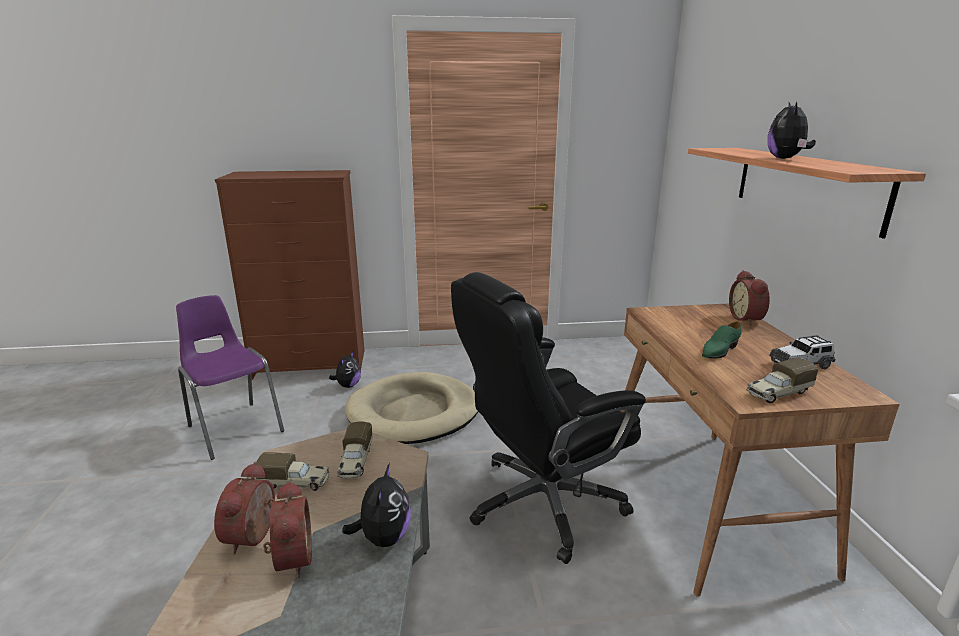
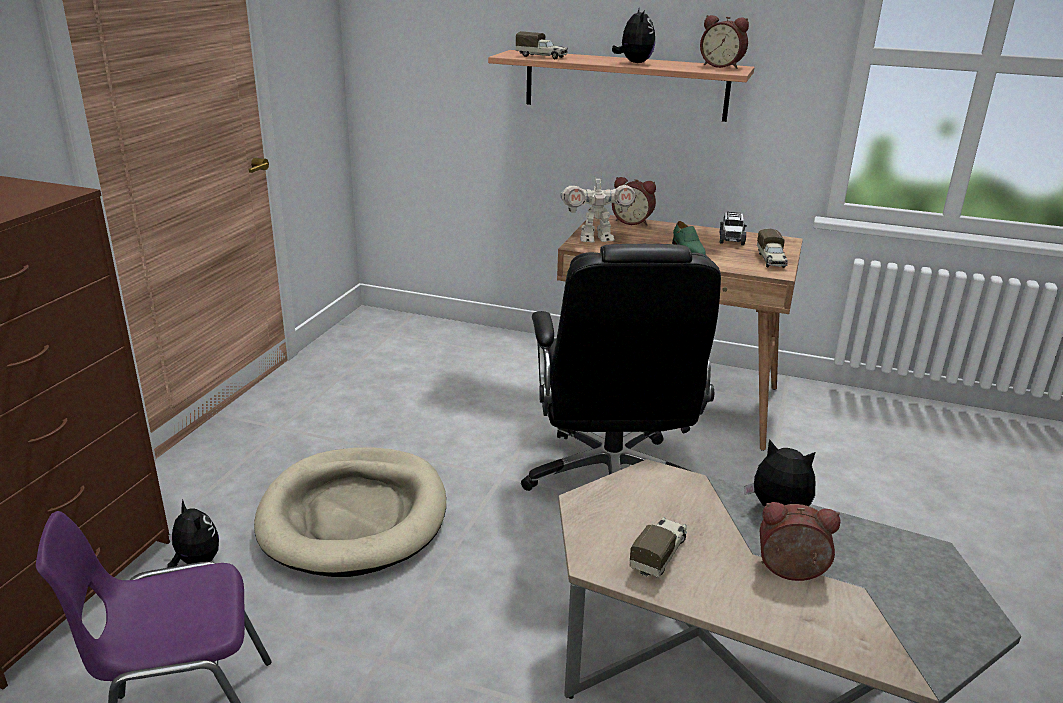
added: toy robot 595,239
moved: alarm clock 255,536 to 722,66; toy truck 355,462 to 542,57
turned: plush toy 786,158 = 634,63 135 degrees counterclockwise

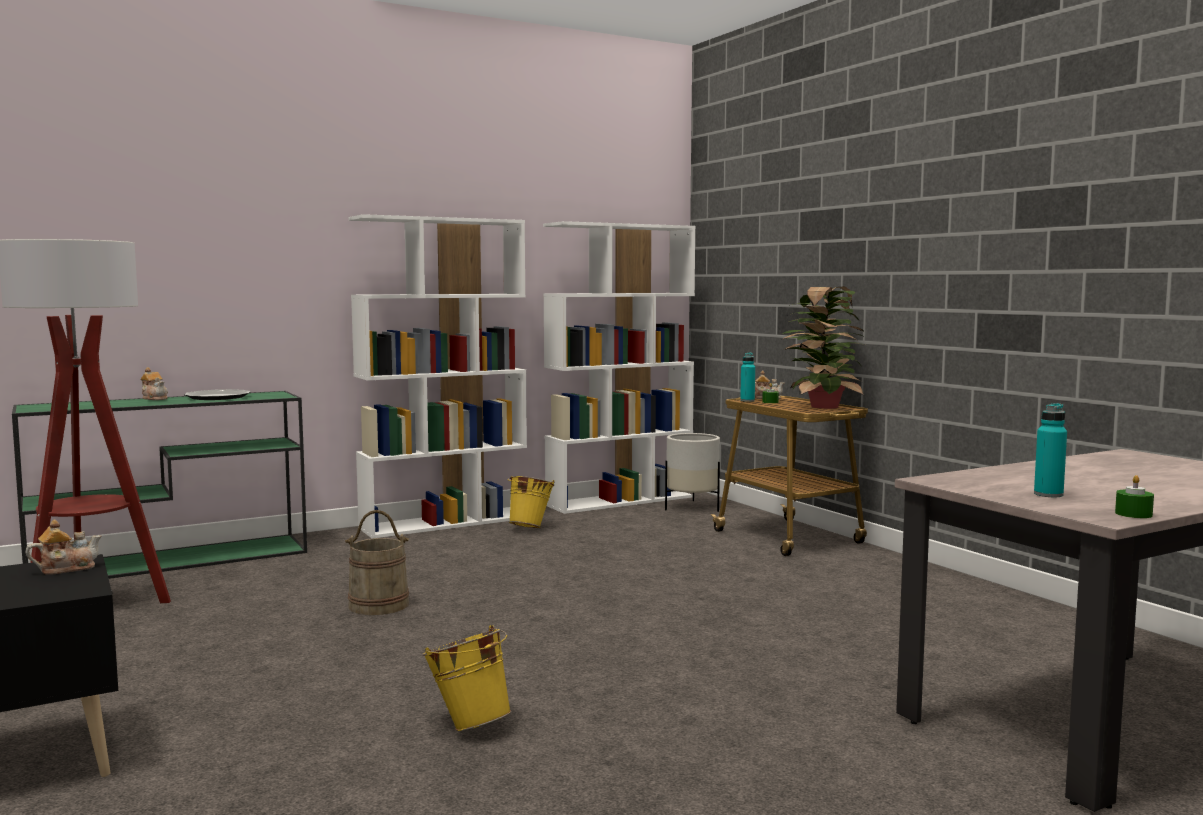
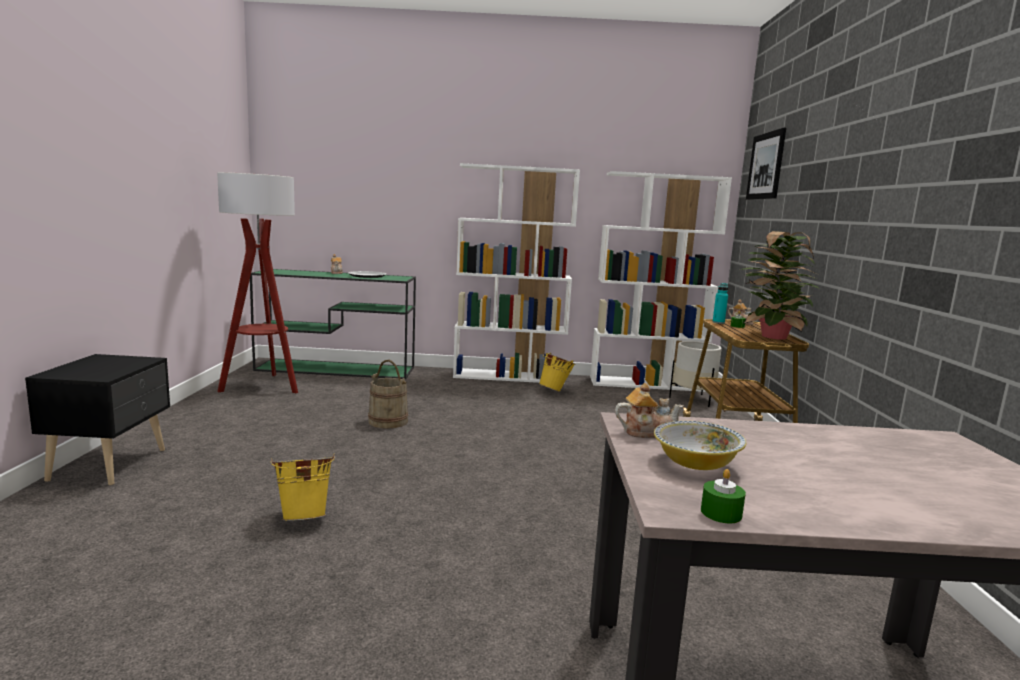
added: picture 765,166
moved: teapot 66,568 to 646,432
replaced: bottle (turquoise) 1048,494 to bowl 695,464

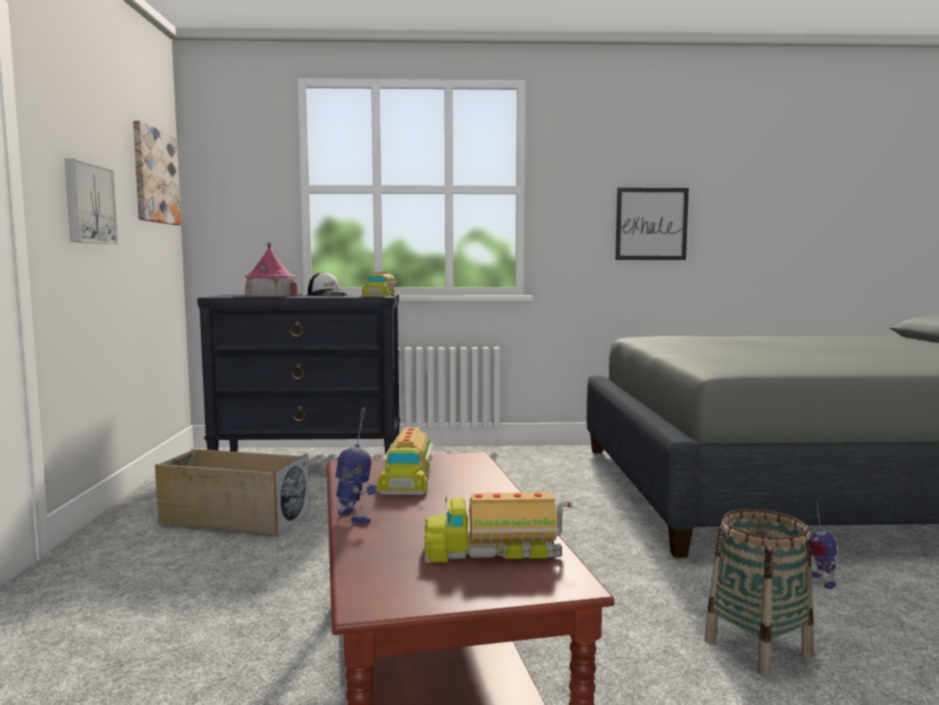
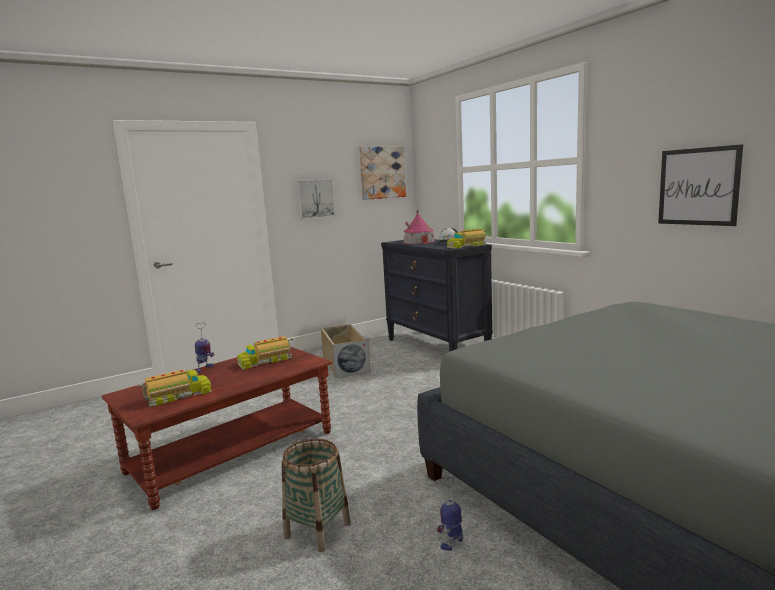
turned: toy truck 492,549 = 178,396 90 degrees clockwise

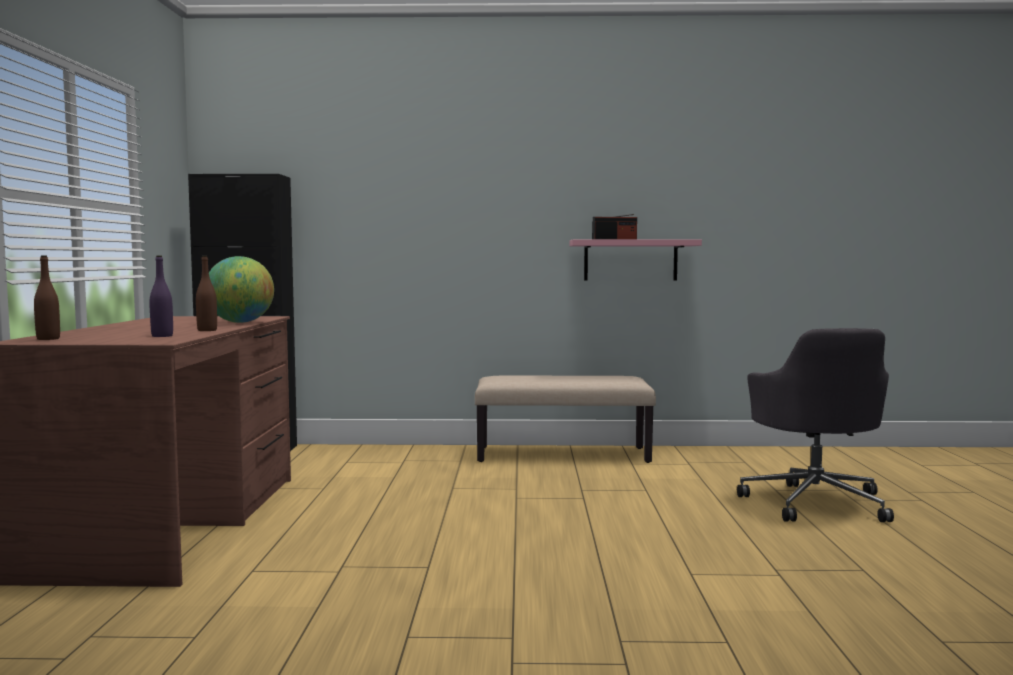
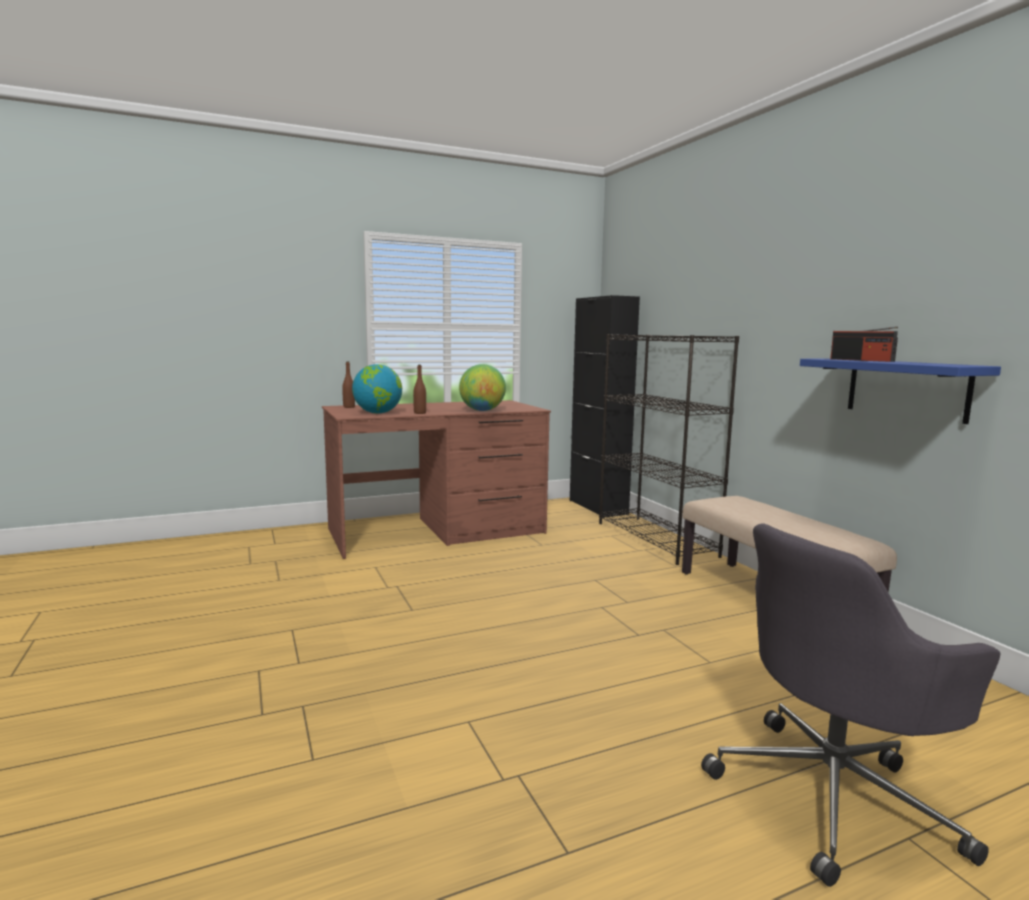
added: bookcase (black) 656,539
replaced: bottle (purple) 162,336 to globe 378,413
recoloured: shelf (pink) 630,260 to shelf (blue) 906,389

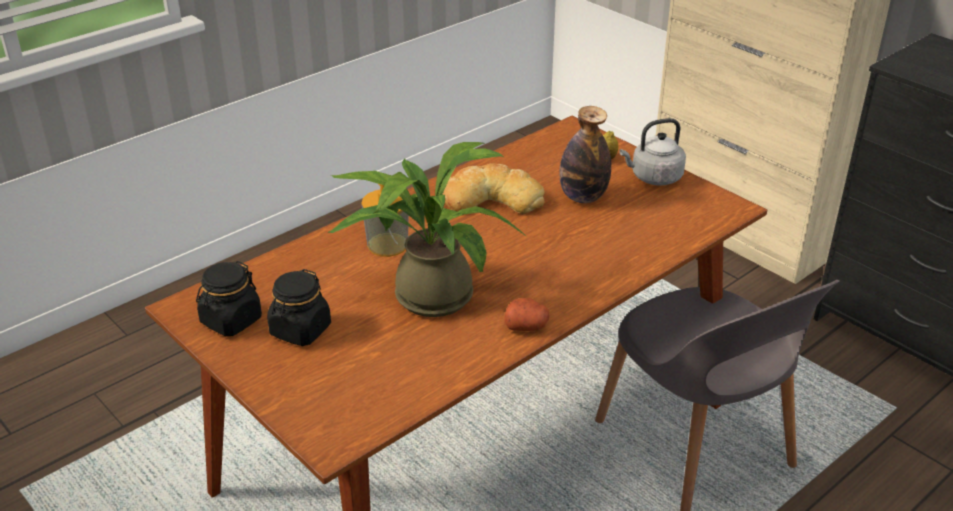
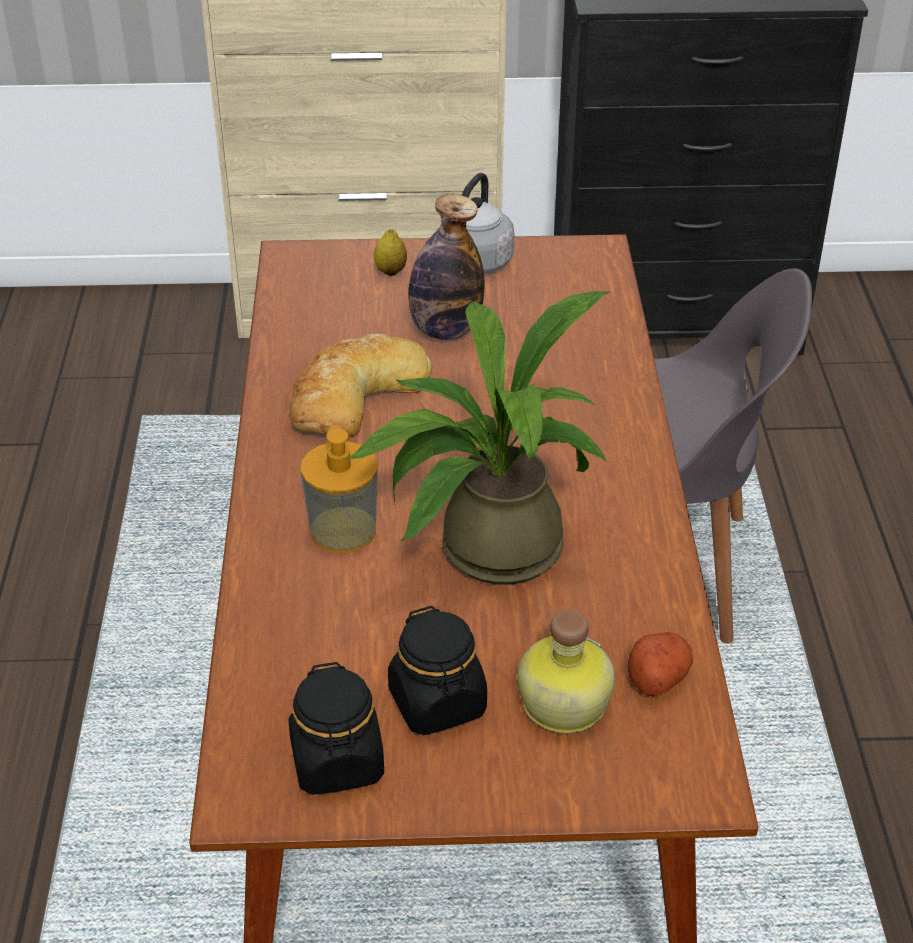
added: bottle 561,704
moved: potato 526,326 to 657,676

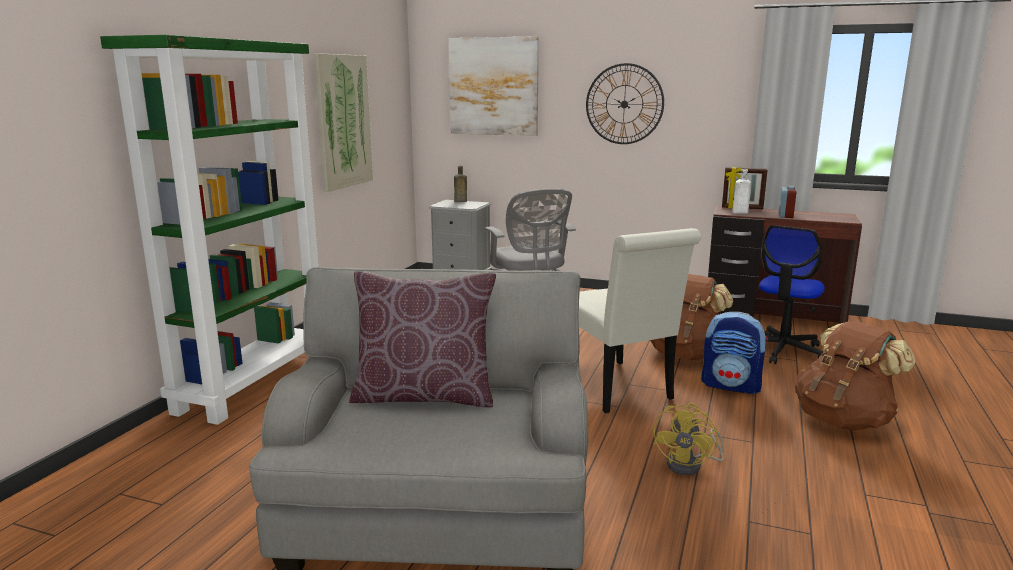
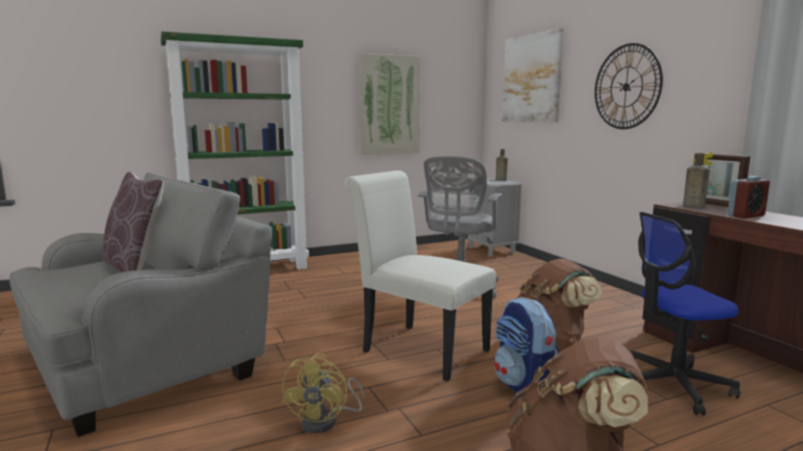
recoloured: bottle (white) 739,212 to bottle (brown) 692,206
turned: chair (white) 618,390 = 418,349 105 degrees clockwise; fan (yellow) 690,465 = 326,421 60 degrees counterclockwise

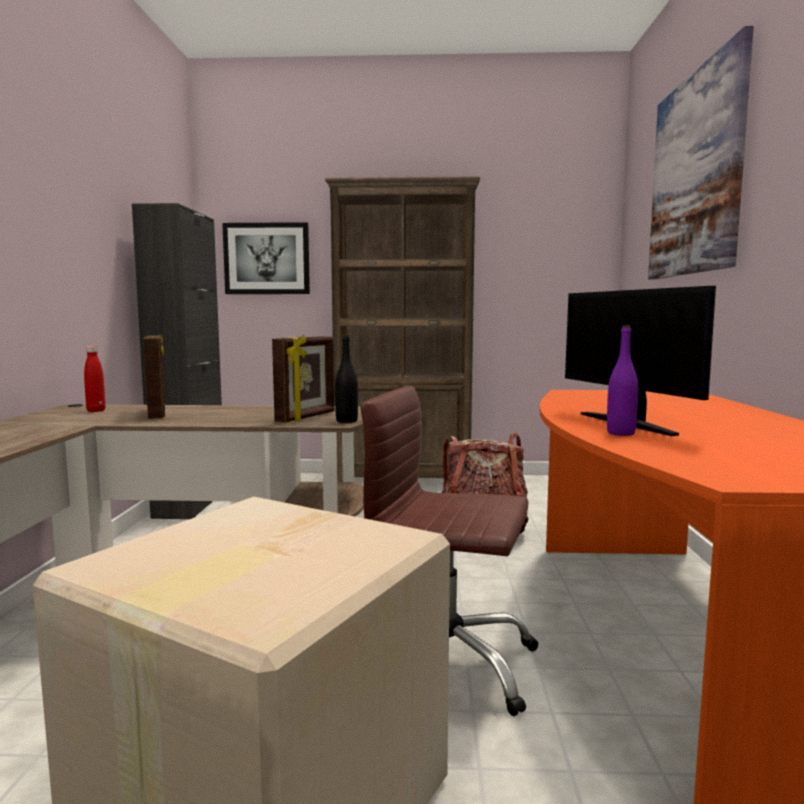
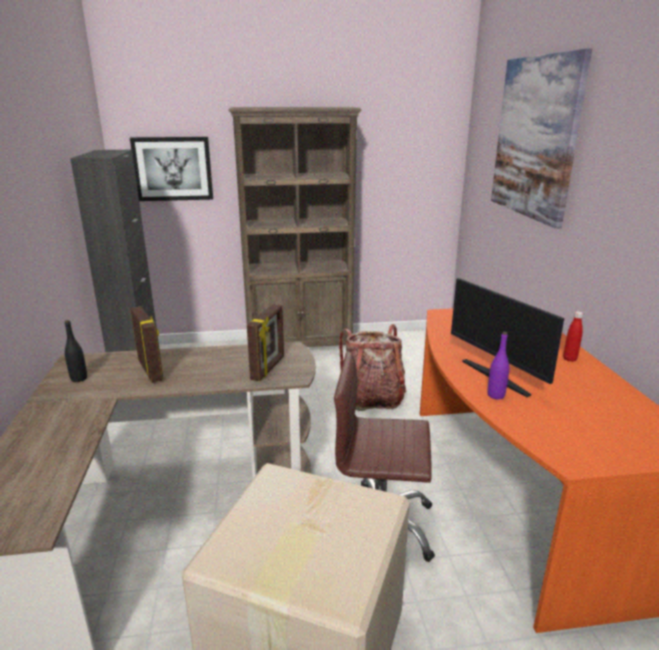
moved: bottle (red) 96,411 to 569,359; bottle (black) 346,421 to 79,378

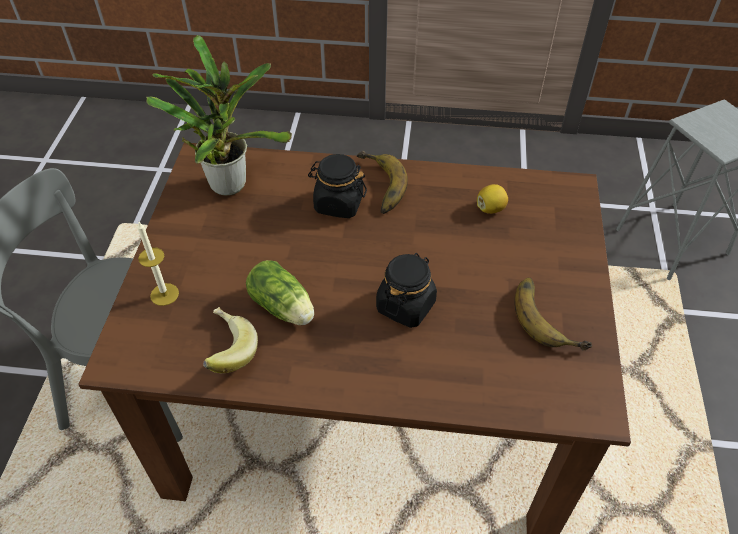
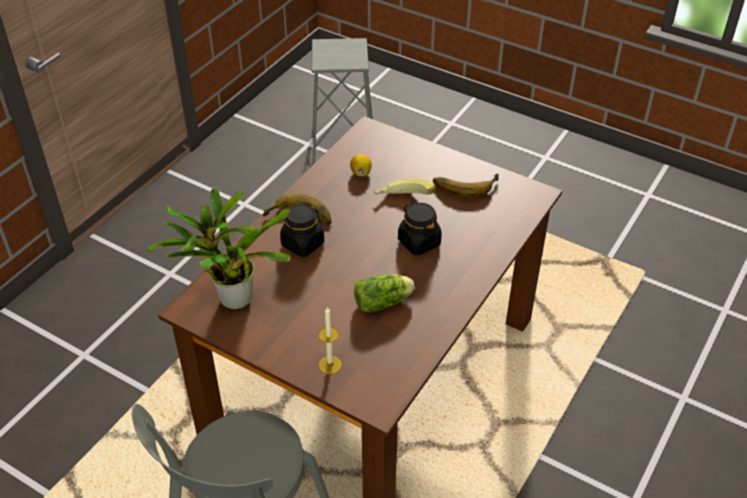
moved: banana 226,352 to 404,202

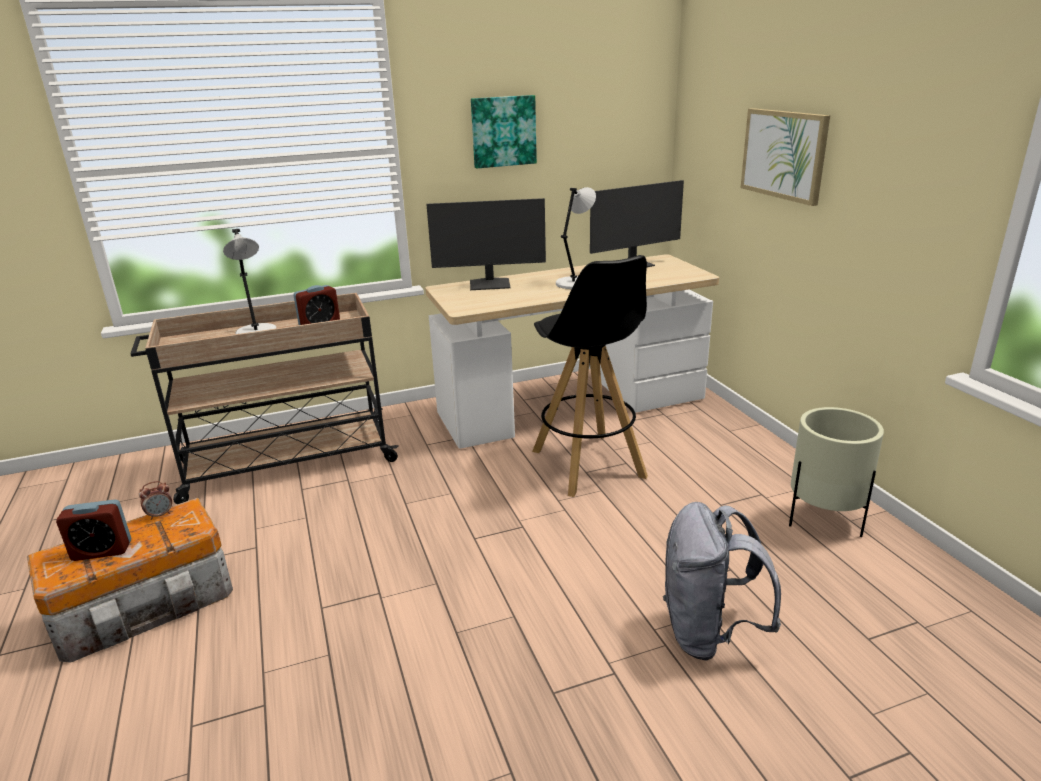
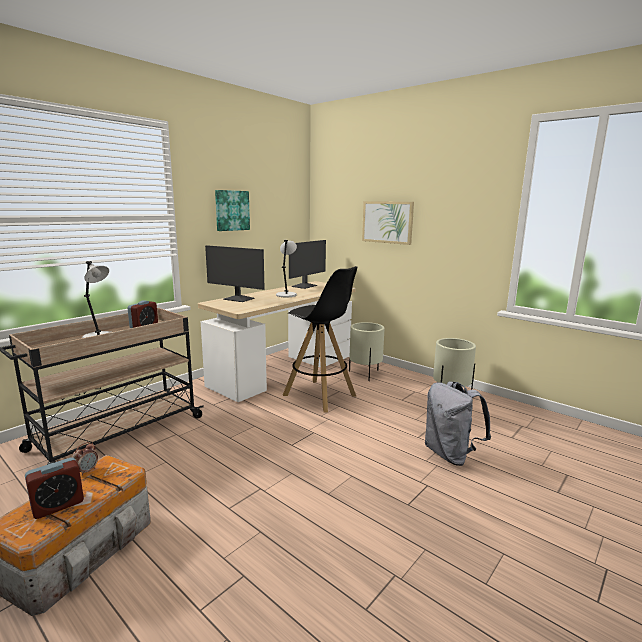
added: planter (beige) 365,374
turned: monitor 490,285 = 238,299 60 degrees clockwise

